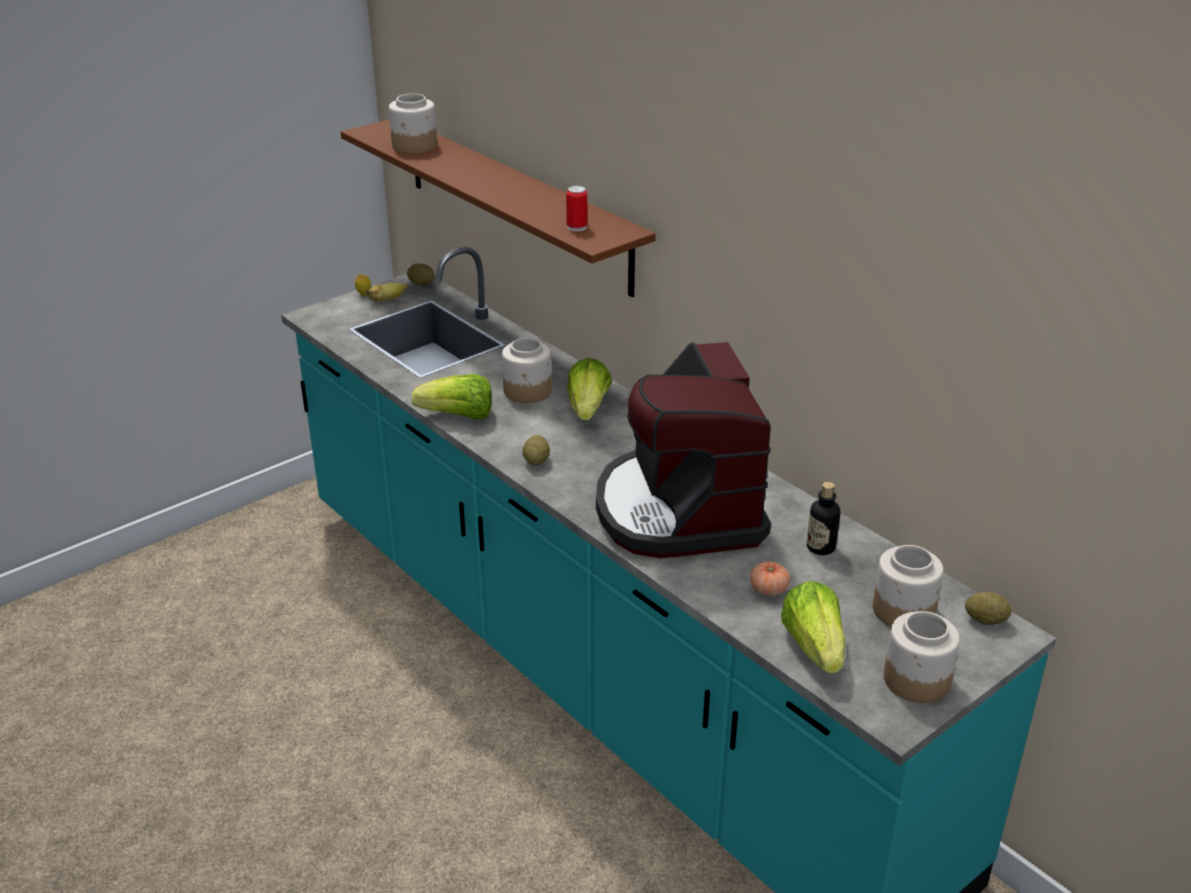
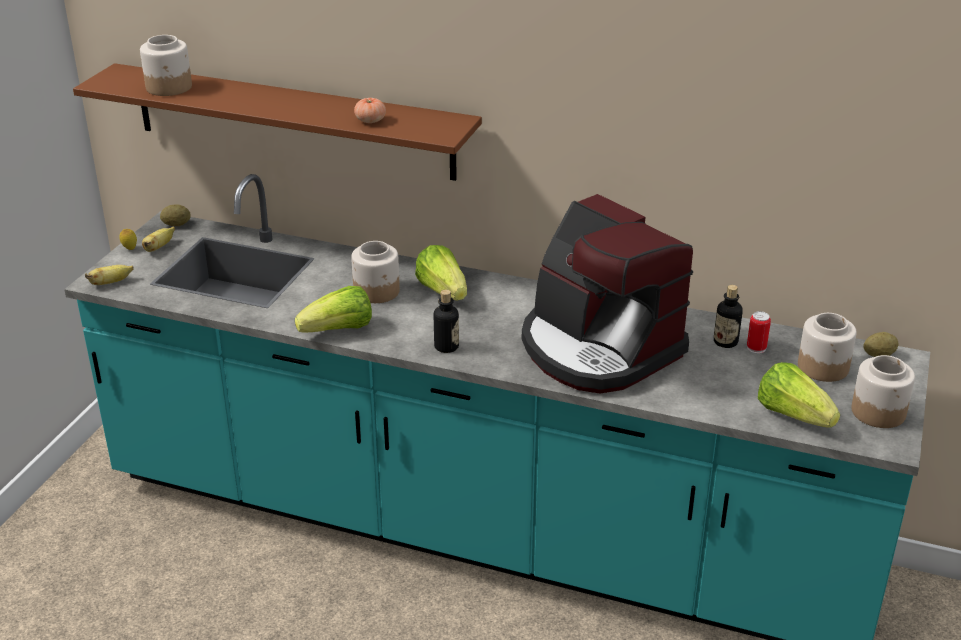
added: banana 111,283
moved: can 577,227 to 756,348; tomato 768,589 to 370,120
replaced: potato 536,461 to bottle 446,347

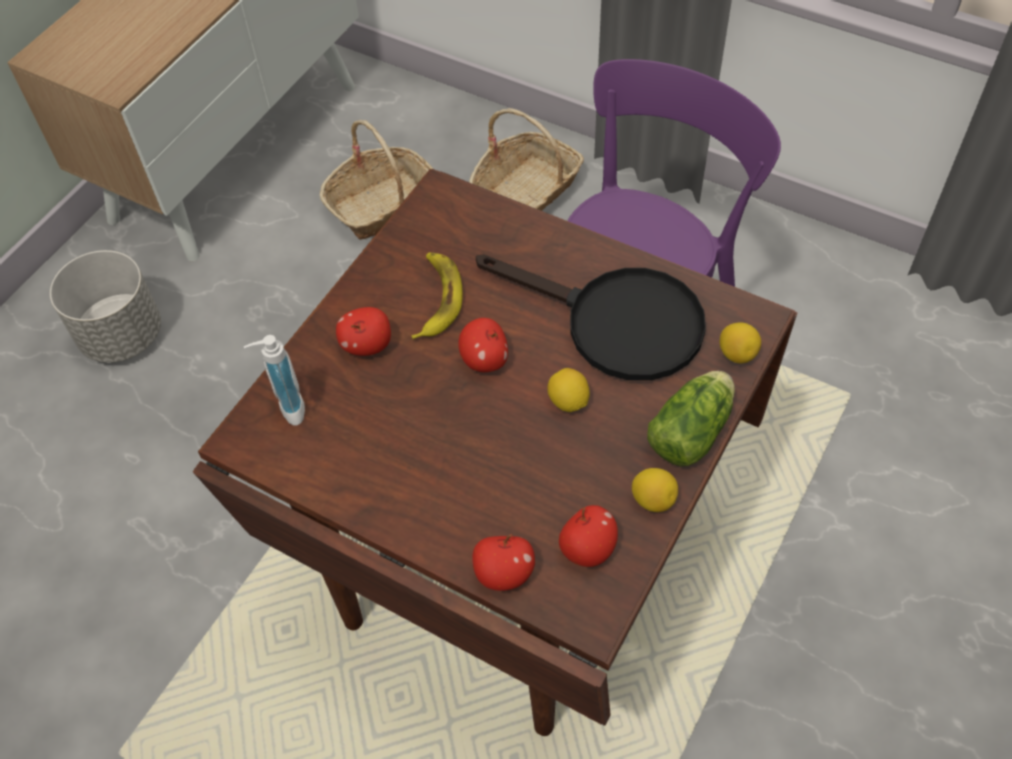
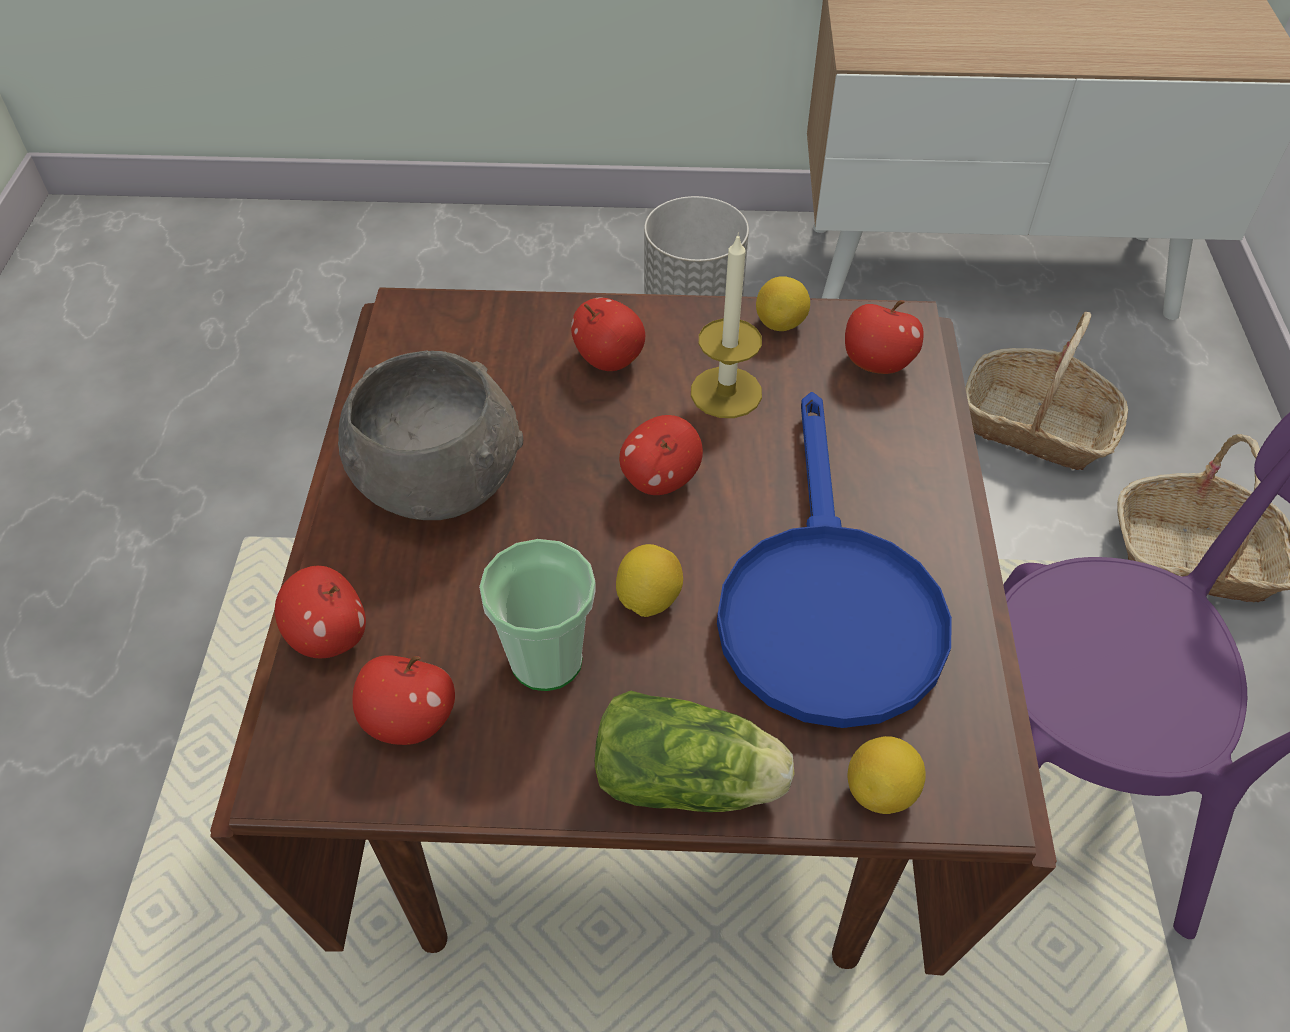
removed: soap dispenser 287,408
added: bowl (grey) 438,478; cup 546,660; apple 876,364
moved: lemon 653,499 to 781,324
replaced: banana 436,299 to candle 726,392
recoloured: frying pan (black) 616,323 to frying pan (blue) 825,603

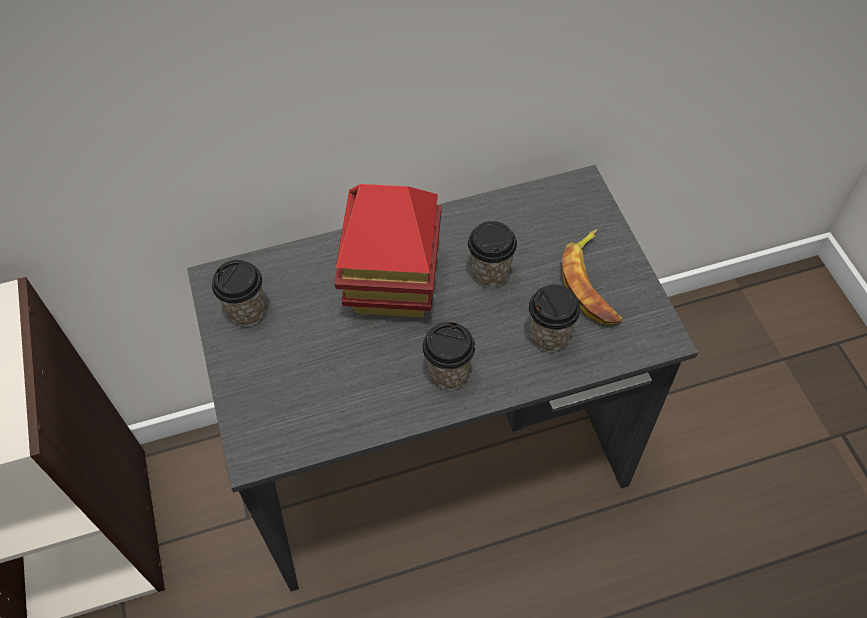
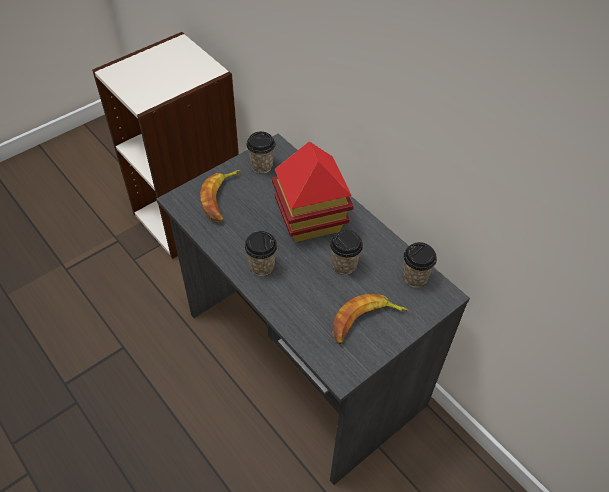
added: banana 221,198
moved: cup 549,336 to 414,277

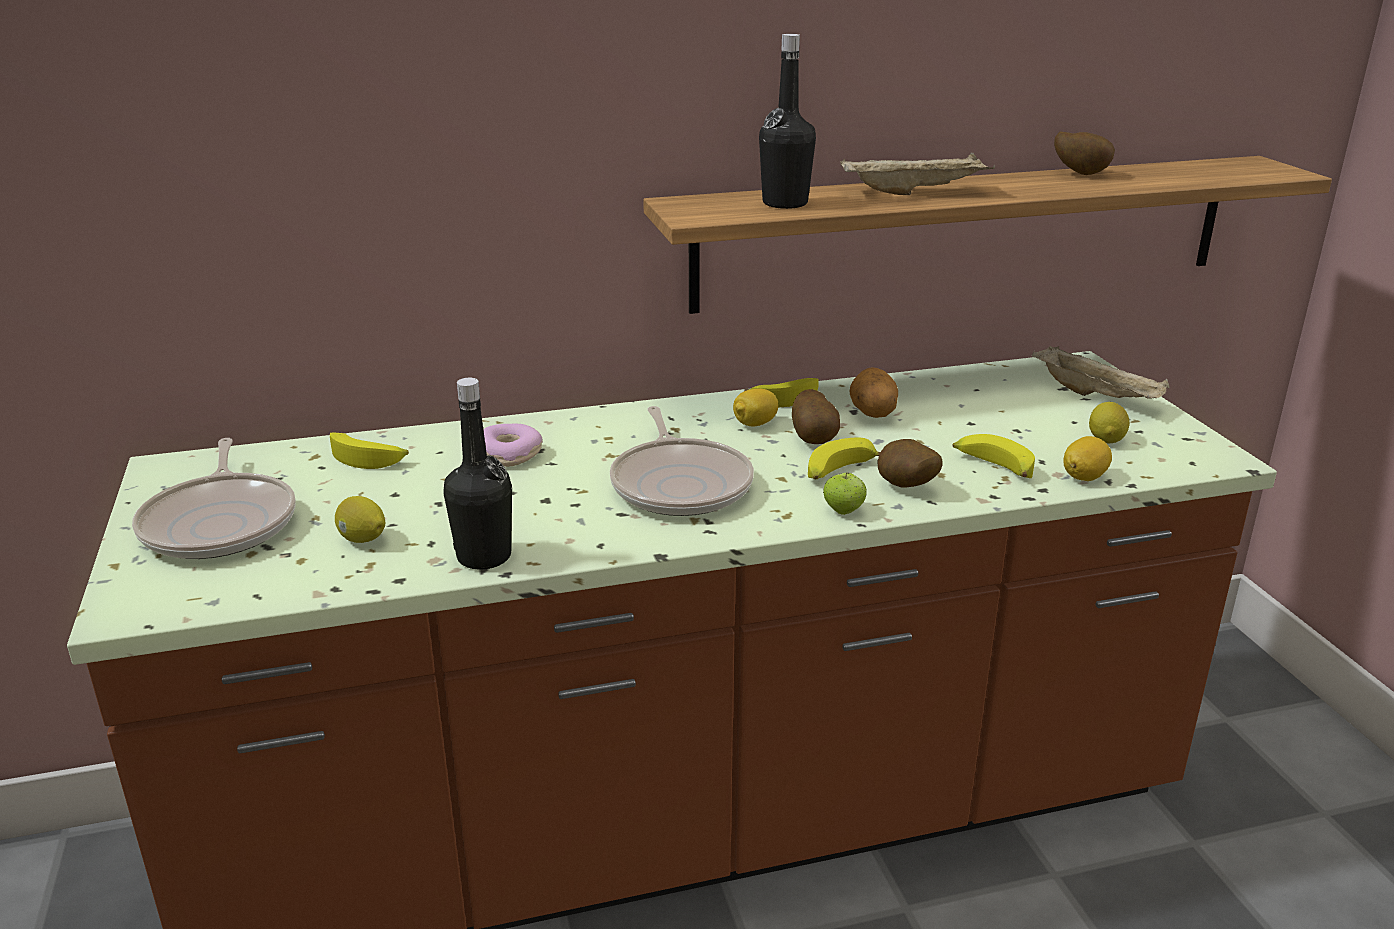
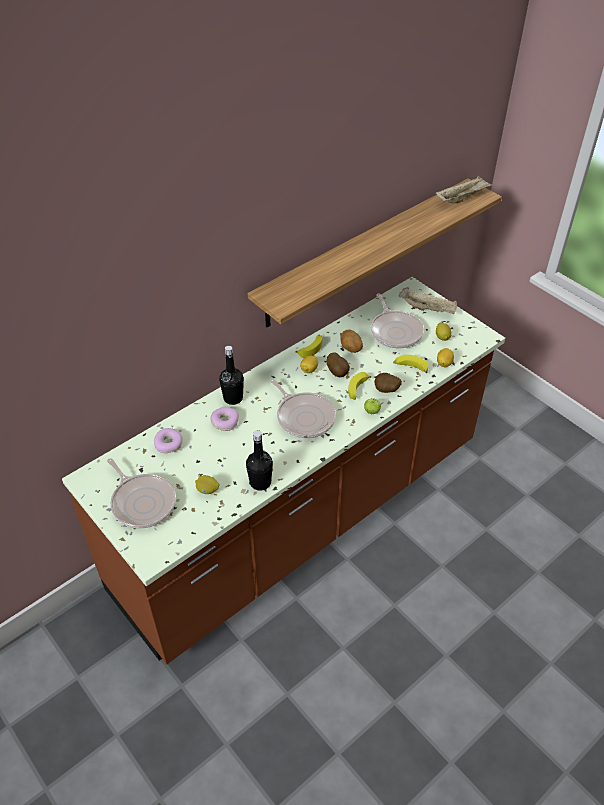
removed: potato 1080,174
added: frying pan 395,331
moved: bottle (black) 785,203 to 233,398; tray (beige) 915,192 to 462,198
replaced: banana 369,458 to donut 169,444

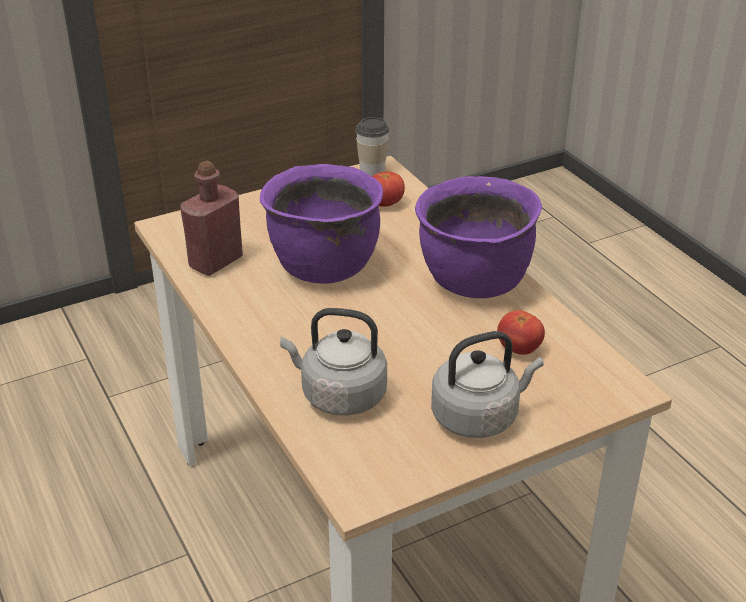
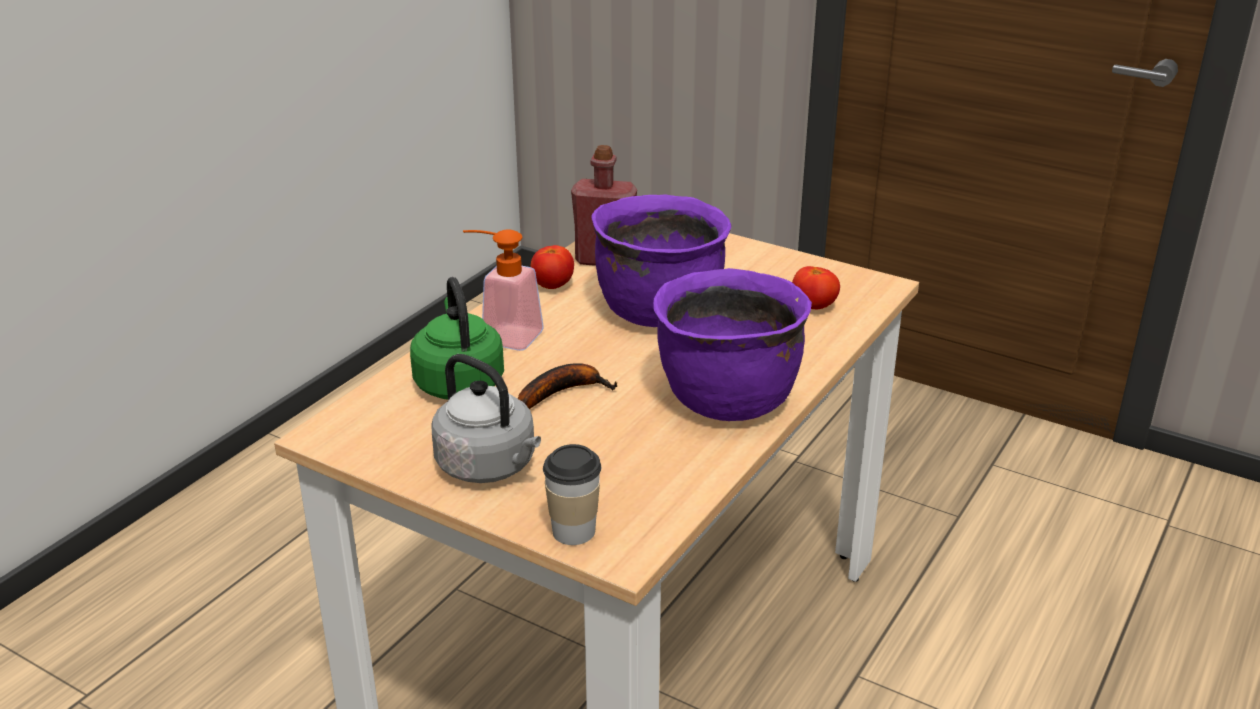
added: soap dispenser 502,335; banana 563,392
moved: cup 372,171 to 573,531; tomato 519,349 to 552,285
recoloured: kettle (grey) 339,395 to kettle (green) 458,381

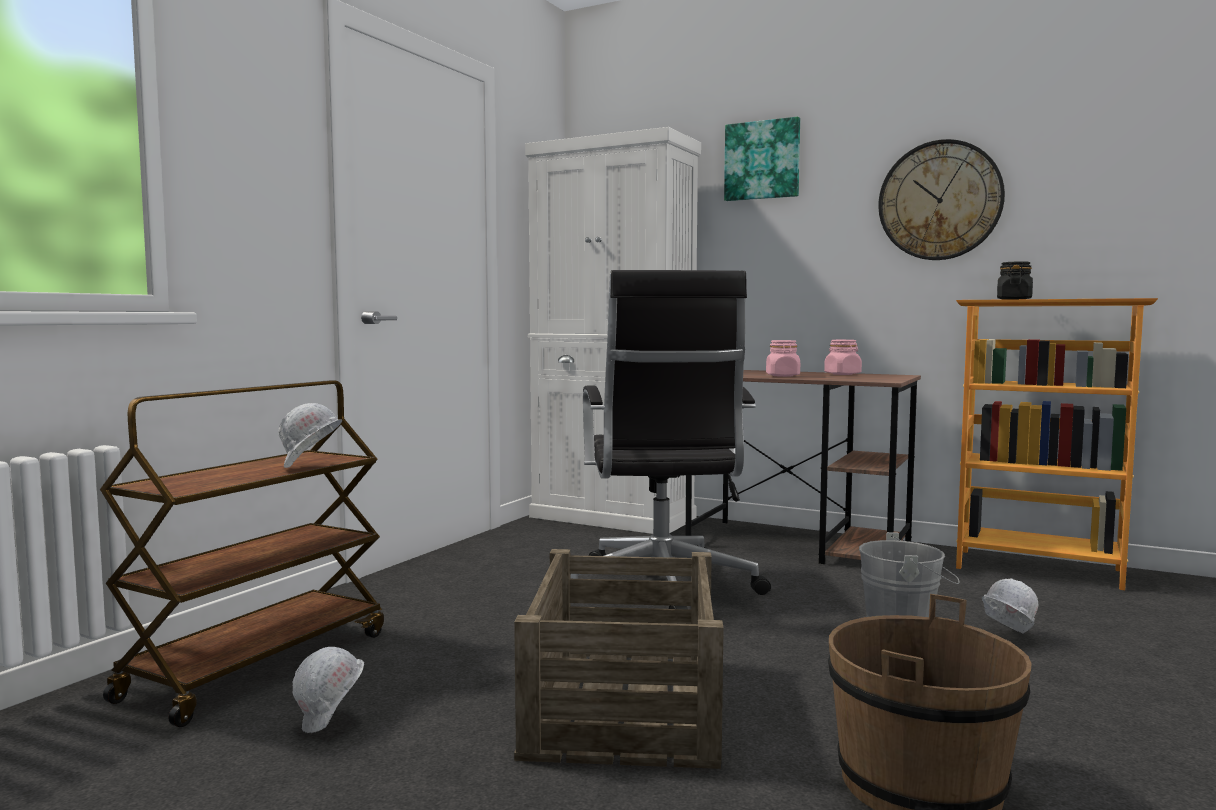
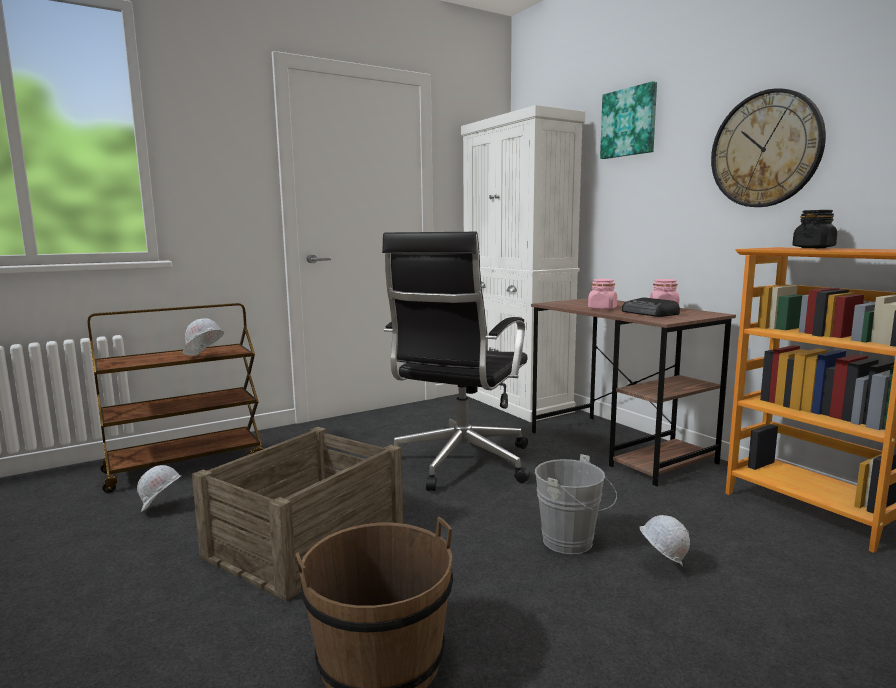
added: radio 650,313

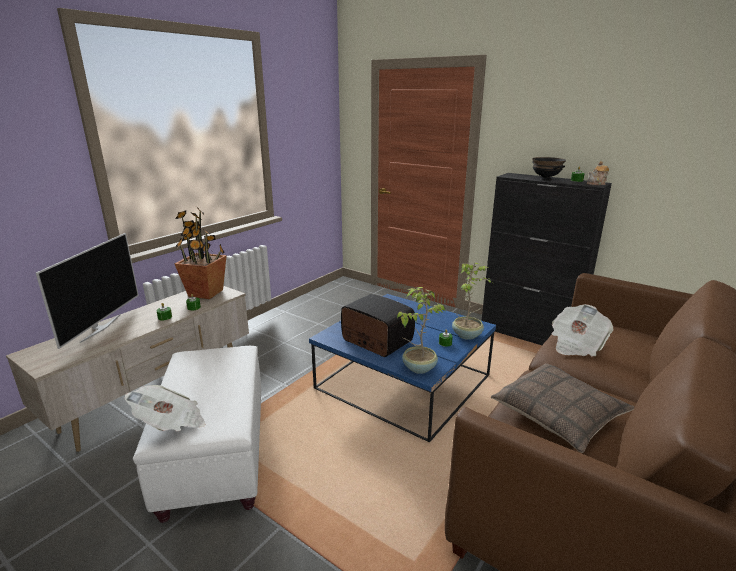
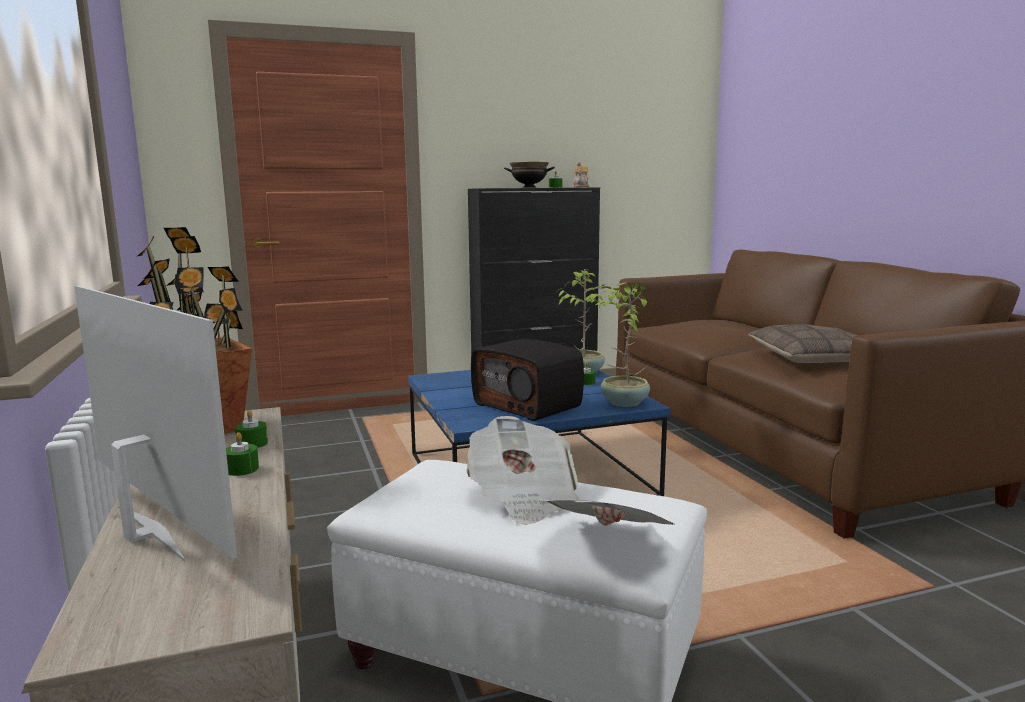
moved: newspaper 576,344 to 523,498
turned: radio 376,341 = 528,405 120 degrees counterclockwise

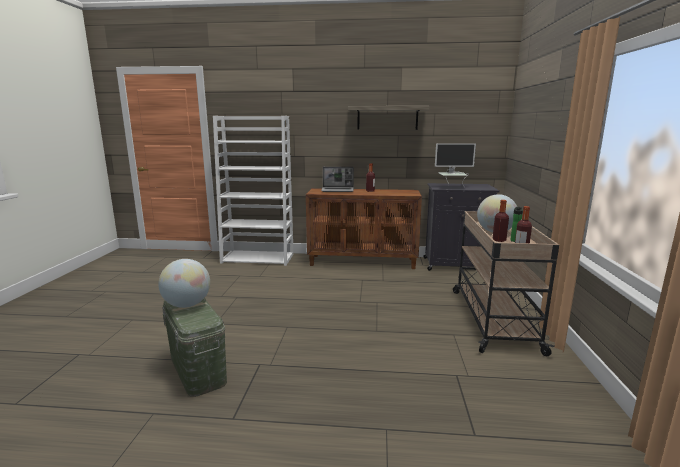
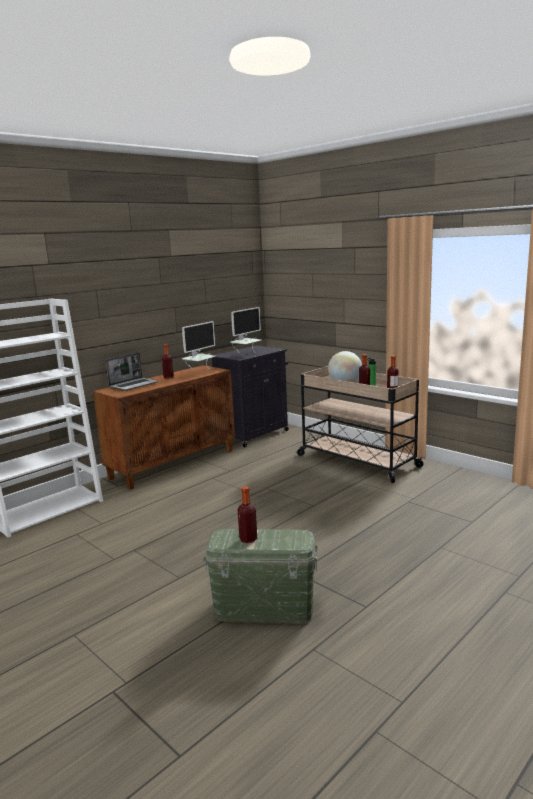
removed: shelf 387,118
added: monitor 200,372
replaced: globe 187,305 to bottle 248,539

